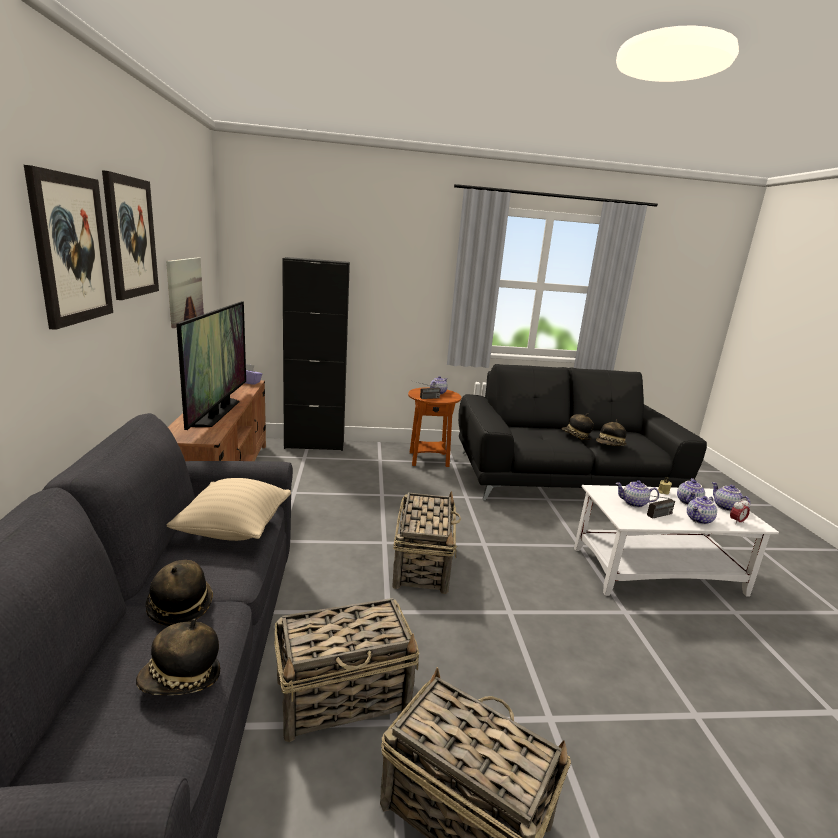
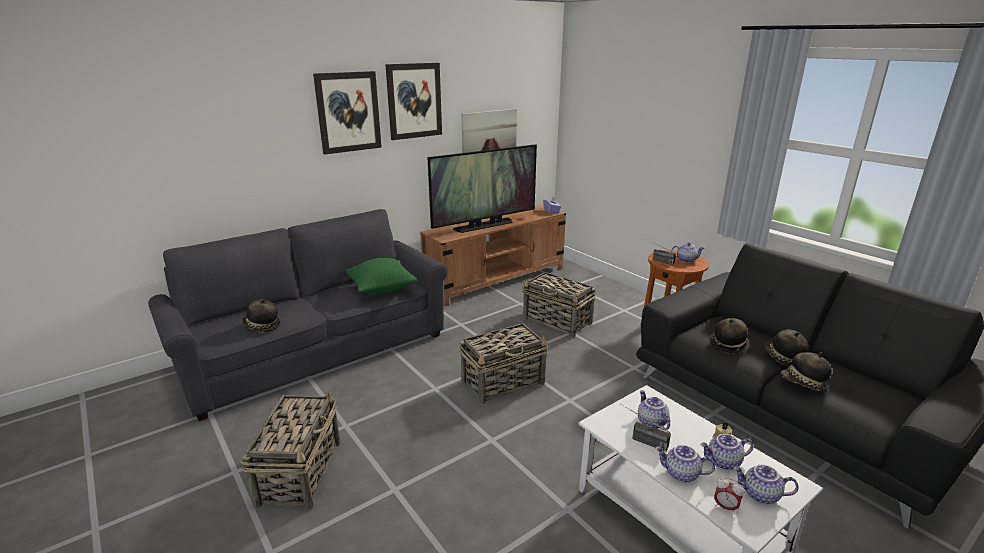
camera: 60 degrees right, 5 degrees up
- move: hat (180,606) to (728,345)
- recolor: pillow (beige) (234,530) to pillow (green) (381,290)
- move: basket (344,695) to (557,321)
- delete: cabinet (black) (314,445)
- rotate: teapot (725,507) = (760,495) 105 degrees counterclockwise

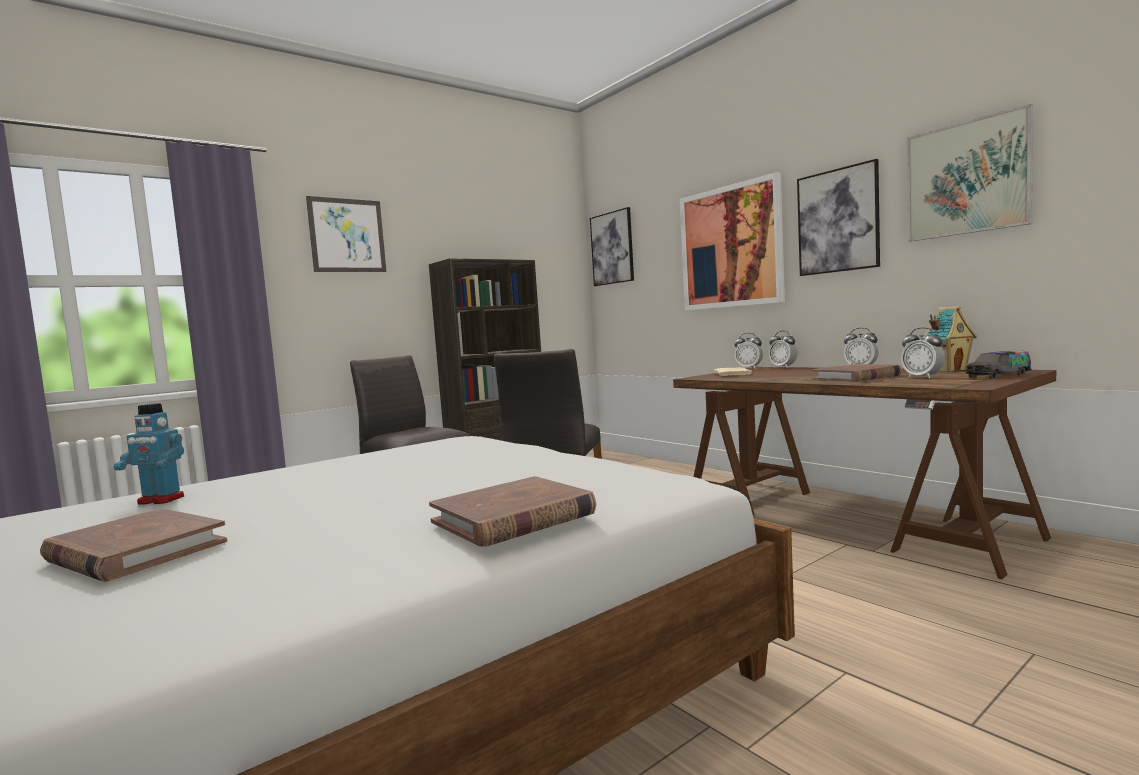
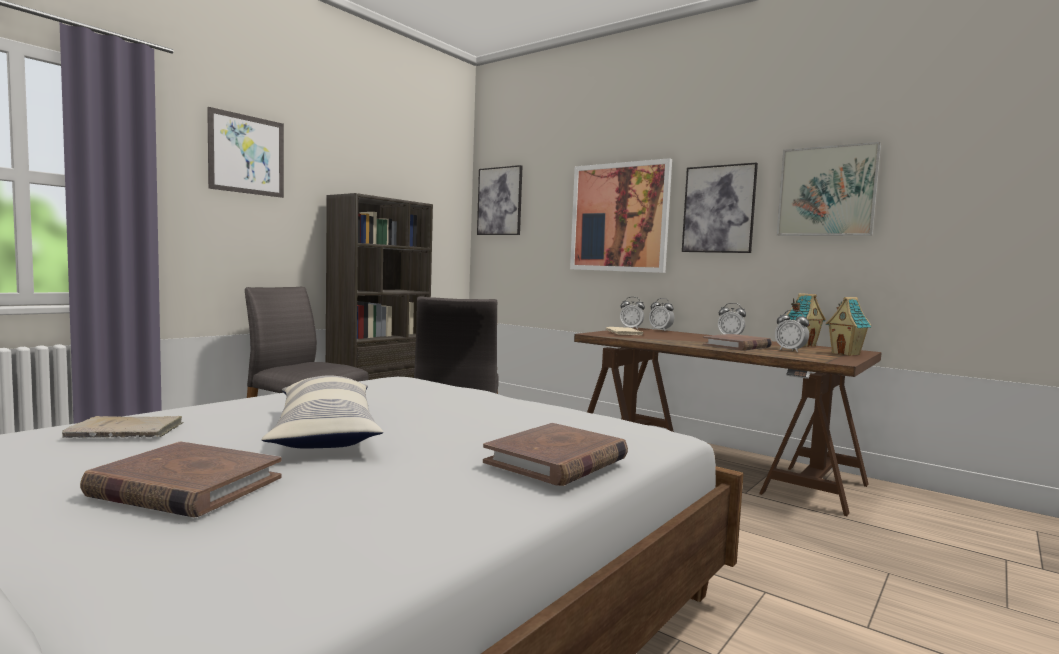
camera: 15 degrees left, 0 degrees up
- replace: toy robot (160,500) to book (beige) (129,431)
- replace: toy truck (998,376) to toy house (846,354)
- insert: pillow (325,432)

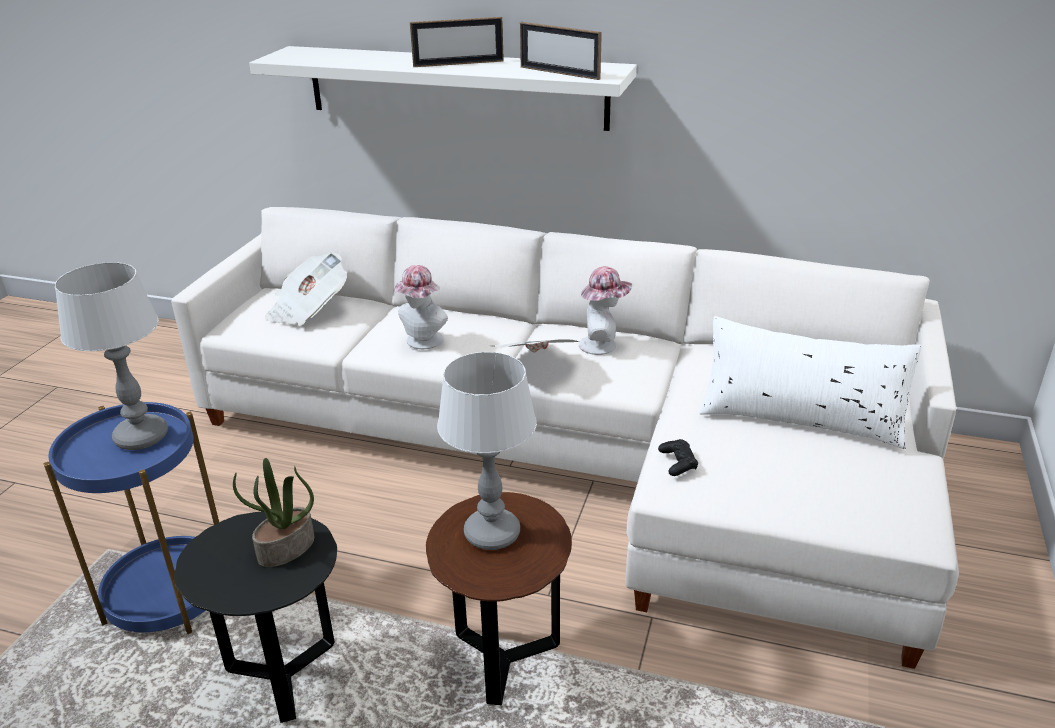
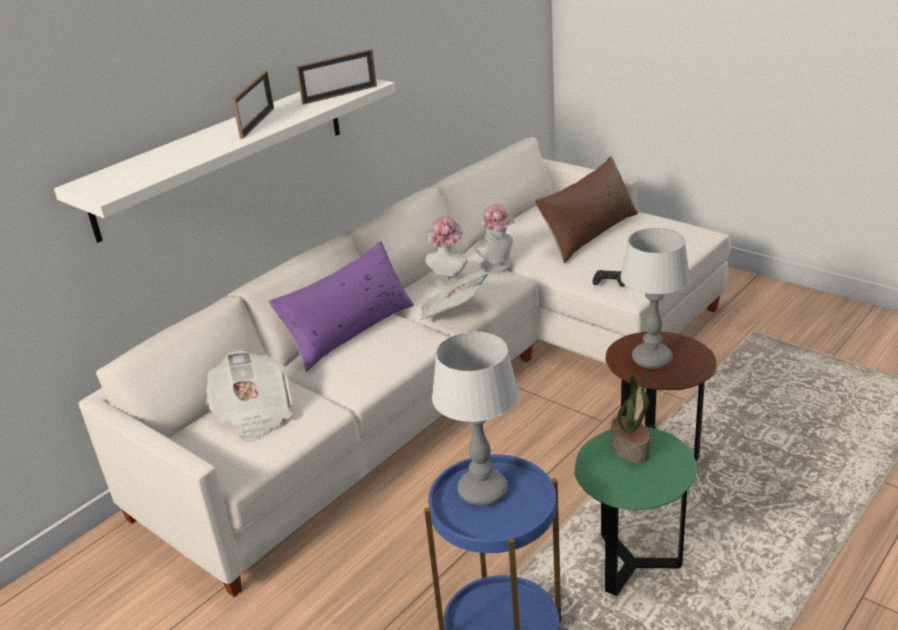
camera: 65 degrees left, 0 degrees up
- recolor: side table (black) (283,677) to side table (green) (632,565)
- move: hat (422,342) to (498,266)
- recolor: pillow (white) (800,417) to pillow (brown) (588,233)
- insert: pillow (purple) (349,331)

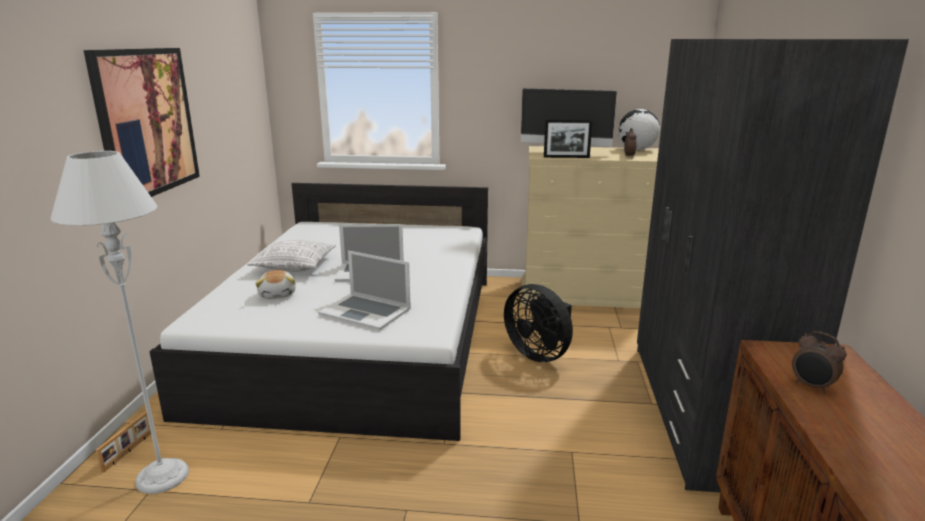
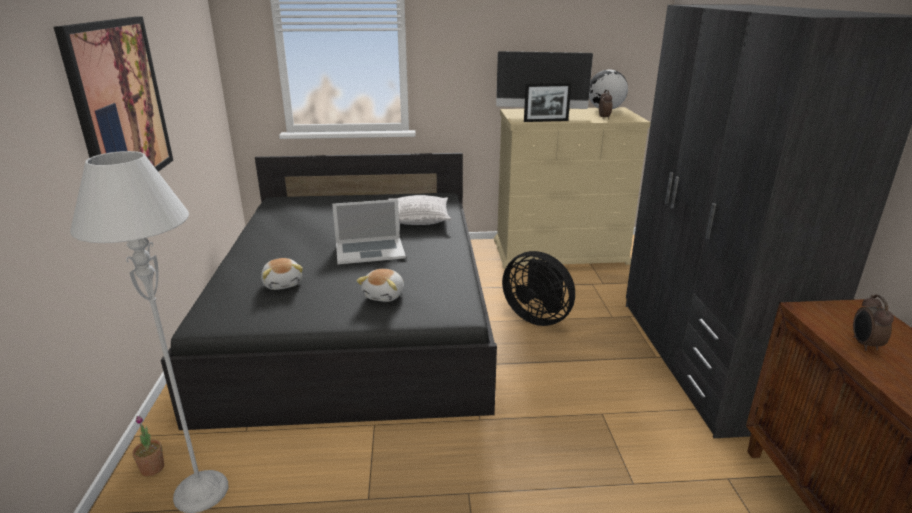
camera: 10 degrees left, 5 degrees up
- replace: picture frame (129,451) to potted plant (152,468)
- recolor: bed (white) (360,338) to bed (black) (356,316)
- move: pillow (295,266) to (418,220)
- replace: laptop (365,311) to plush toy (385,295)
- rotate: alarm clock (812,386) = (864,344) 60 degrees clockwise

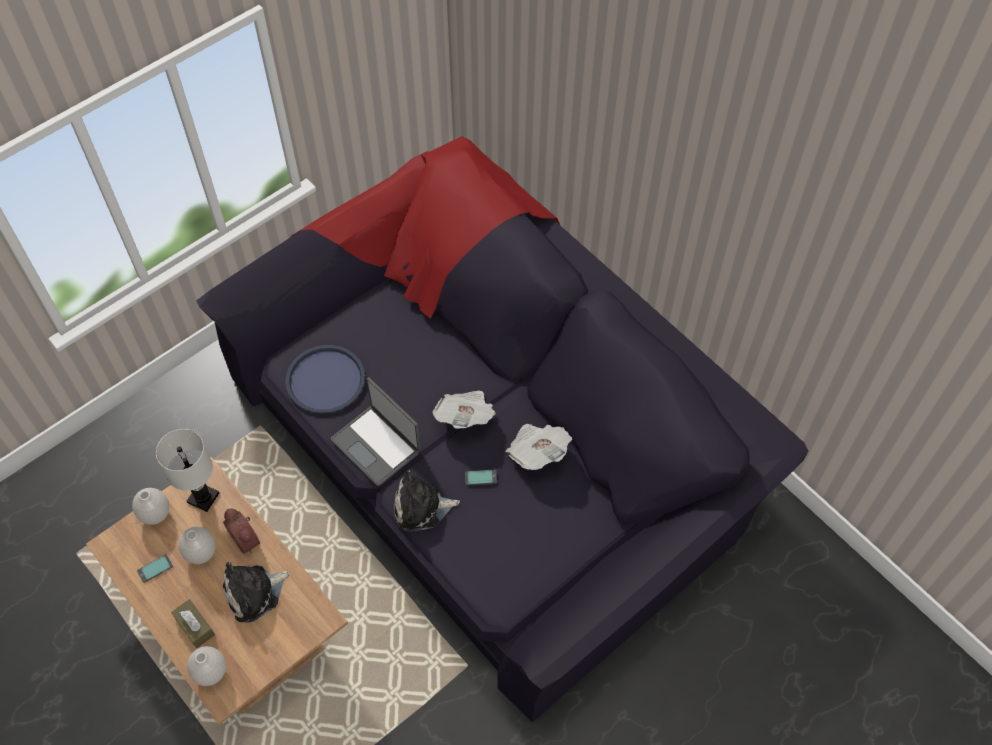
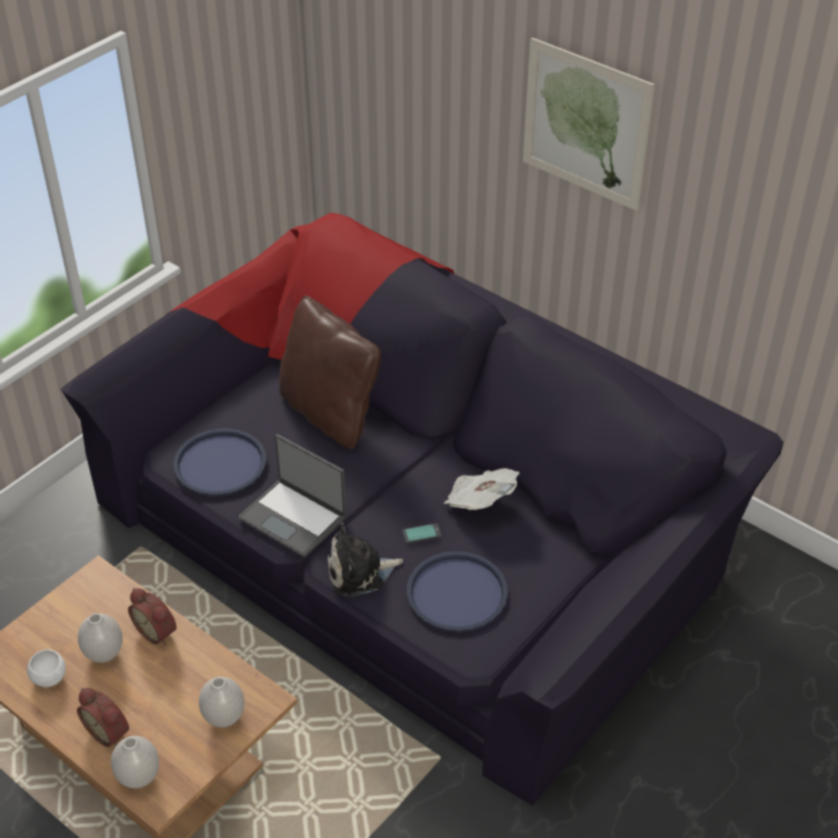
camera: 10 degrees left, 15 degrees down
- move: vase (white) (156,515) to (224,718)
- replace: phone (155,569) to bowl (white) (49,678)
- delete: table lamp (white) (202,498)
- replace: tissue box (brown) (195,626) to alarm clock (109,731)
- delete: plush toy (255,593)
- delete: newspaper (465,416)
- insert: pillow (brown) (330,413)
- insert: tray (blue) (457,593)
- insert: picture (586,124)

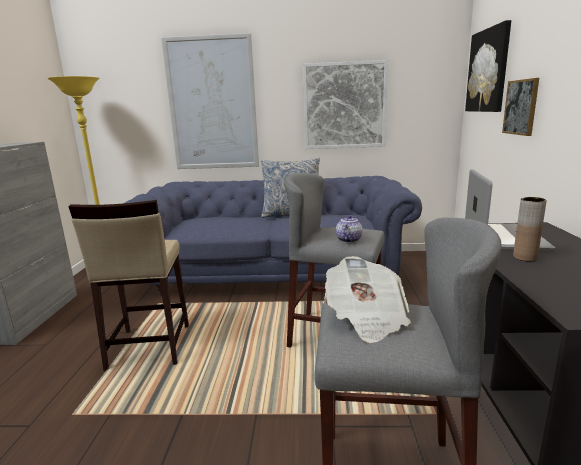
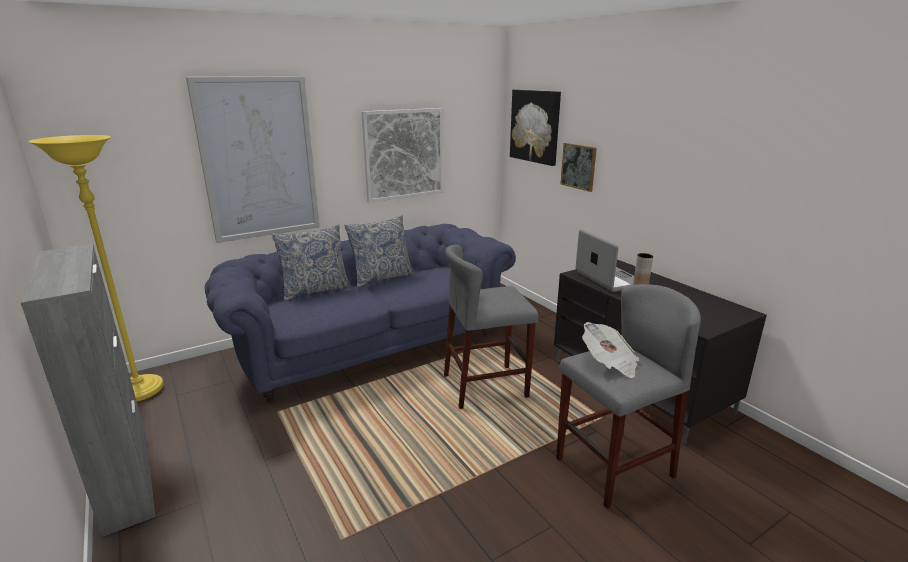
camera: 35 degrees left, 5 degrees up
- delete: stool (beige) (148,347)
- delete: teapot (348,239)
- insert: pillow (315,290)

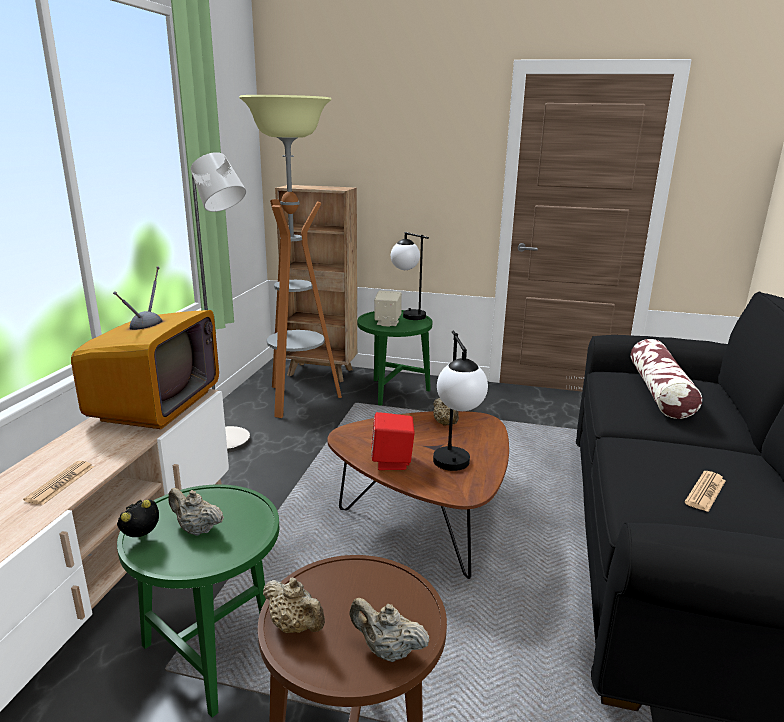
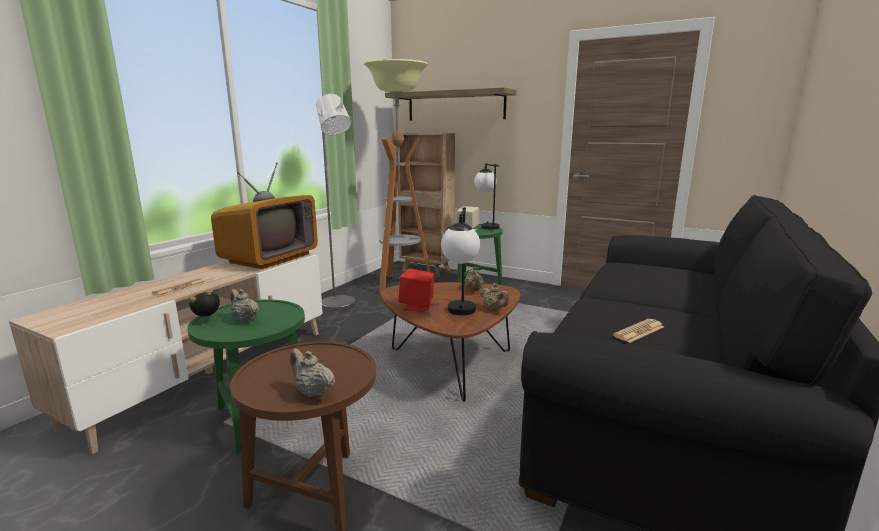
camera: 15 degrees right, 5 degrees down
- move: teapot (beige) (295,626) to (494,309)
- delete: pillow (660,392)
- insert: shelf (455,106)

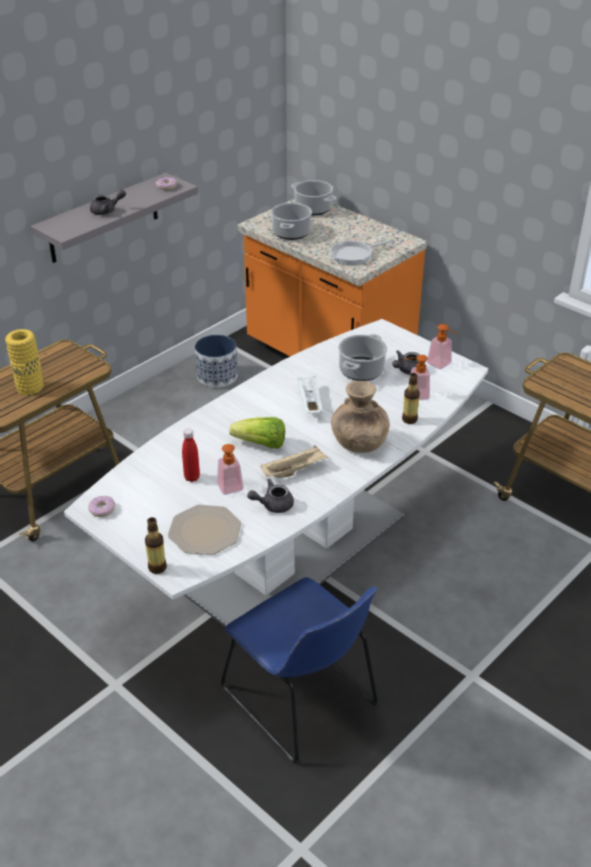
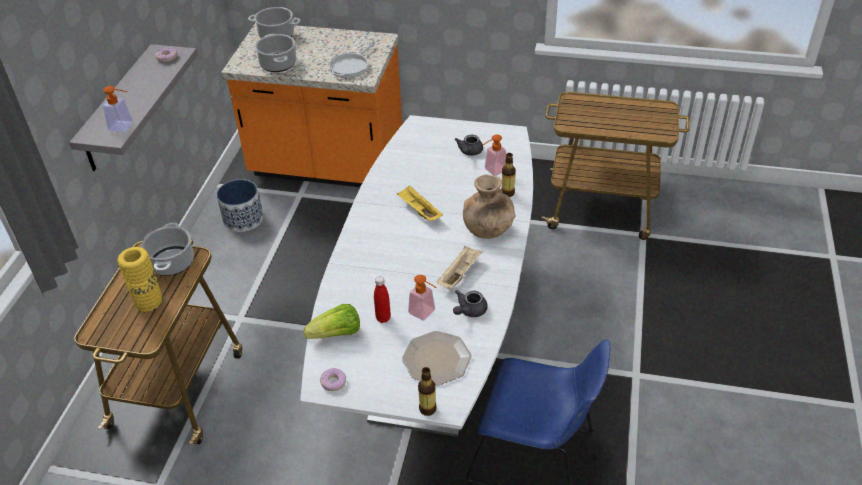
camera: 30 degrees left, 5 degrees up
- delete: teapot (grey) (107,211)
- move: lettuce (261,444) to (337,334)
- recolor: tray (white) (310,403) to tray (yellow) (419,211)
- move: cooking pot (361,370) to (171,262)
- move: soap dispenser (442,365) to (125,127)

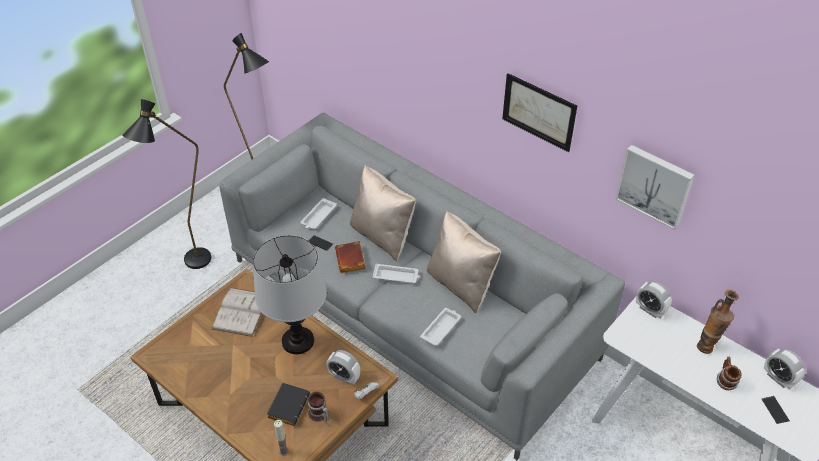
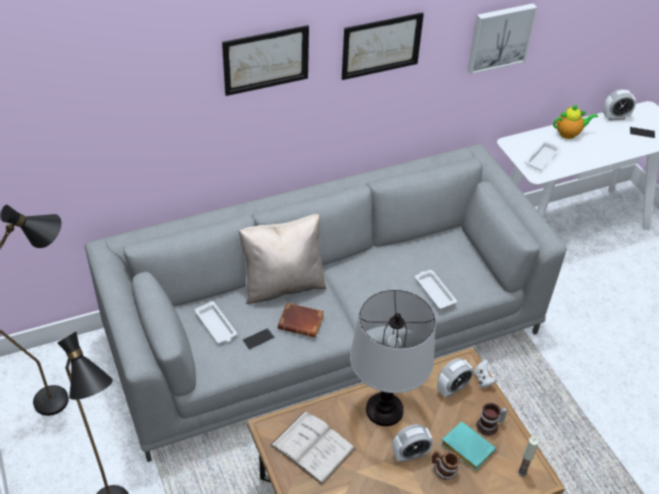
camera: 65 degrees left, 0 degrees up
- recolor: book (black) (288,405) to book (turquoise) (465,448)
- move: tray (white) (396,276) to (542,157)
- delete: pillow (beige) (461,284)
- move: alarm clock (650,310) to (410,454)
- replace: vase (708,345) to teapot (569,134)
- move: mug (725,382) to (443,471)
- insert: picture (266,60)

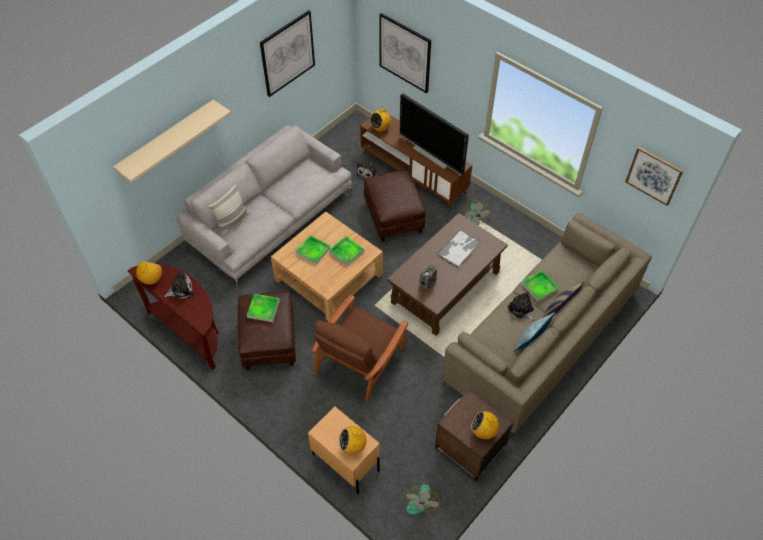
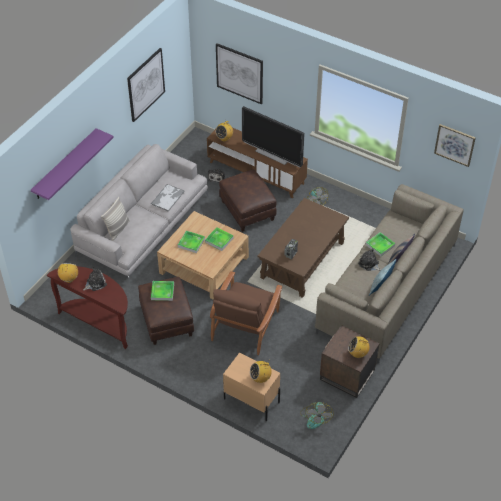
camera: 10 degrees left, 5 degrees down
- recolor: shelf (beige) (167,139) to shelf (purple) (65,164)
- move: tray (459,248) to (168,197)

